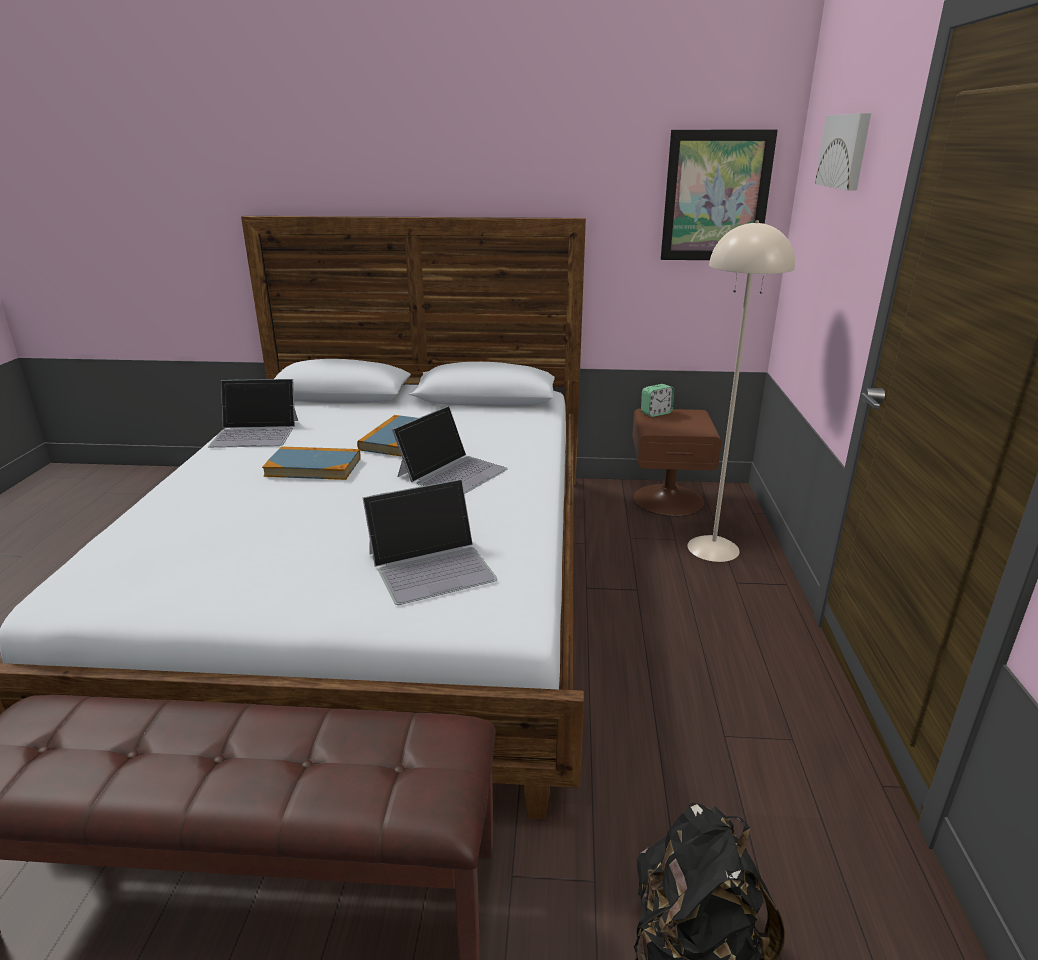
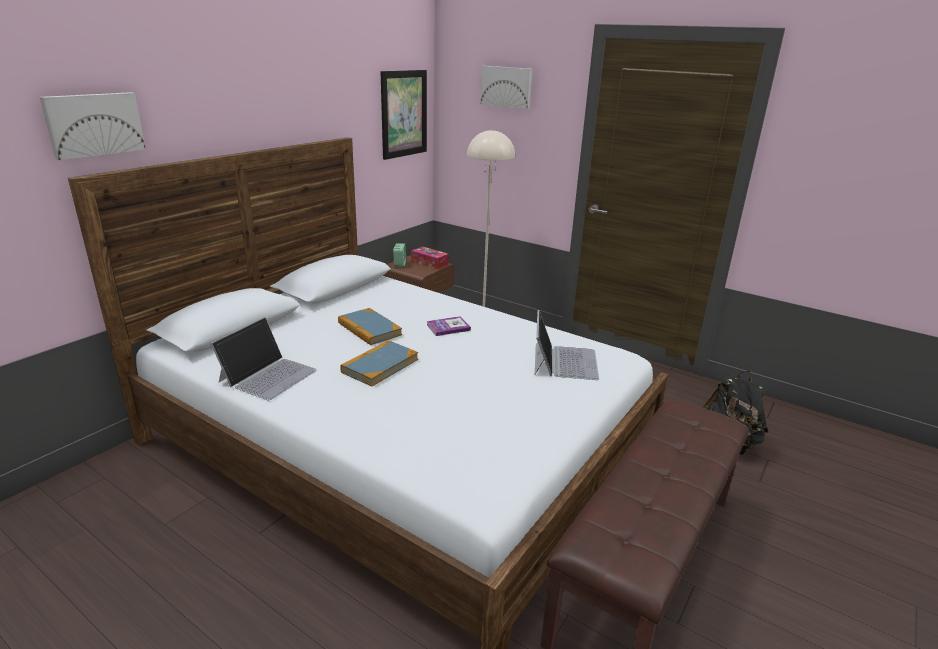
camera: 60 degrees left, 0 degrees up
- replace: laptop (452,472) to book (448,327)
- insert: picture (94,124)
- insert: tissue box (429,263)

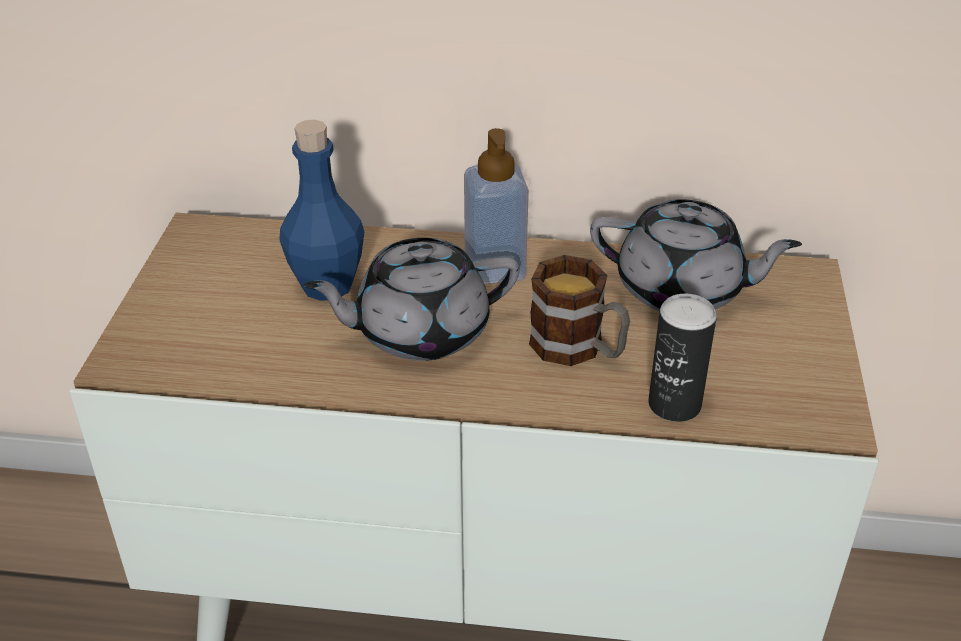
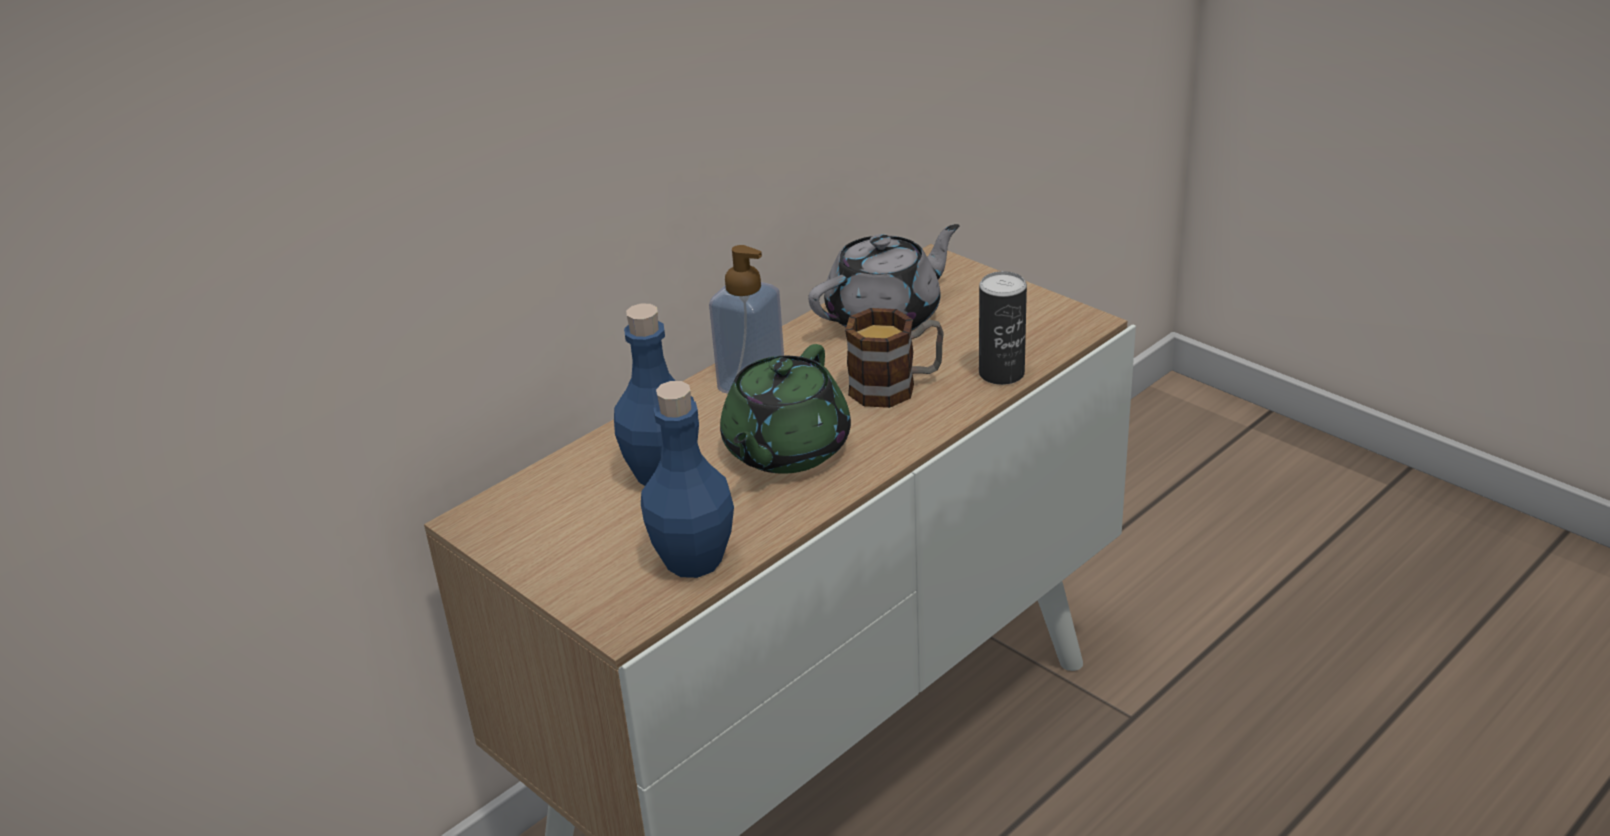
camera: 50 degrees left, 5 degrees down
- recolor: teapot (grey) (419,331) to teapot (green) (785,450)
- insert: bottle (blue) (693,560)

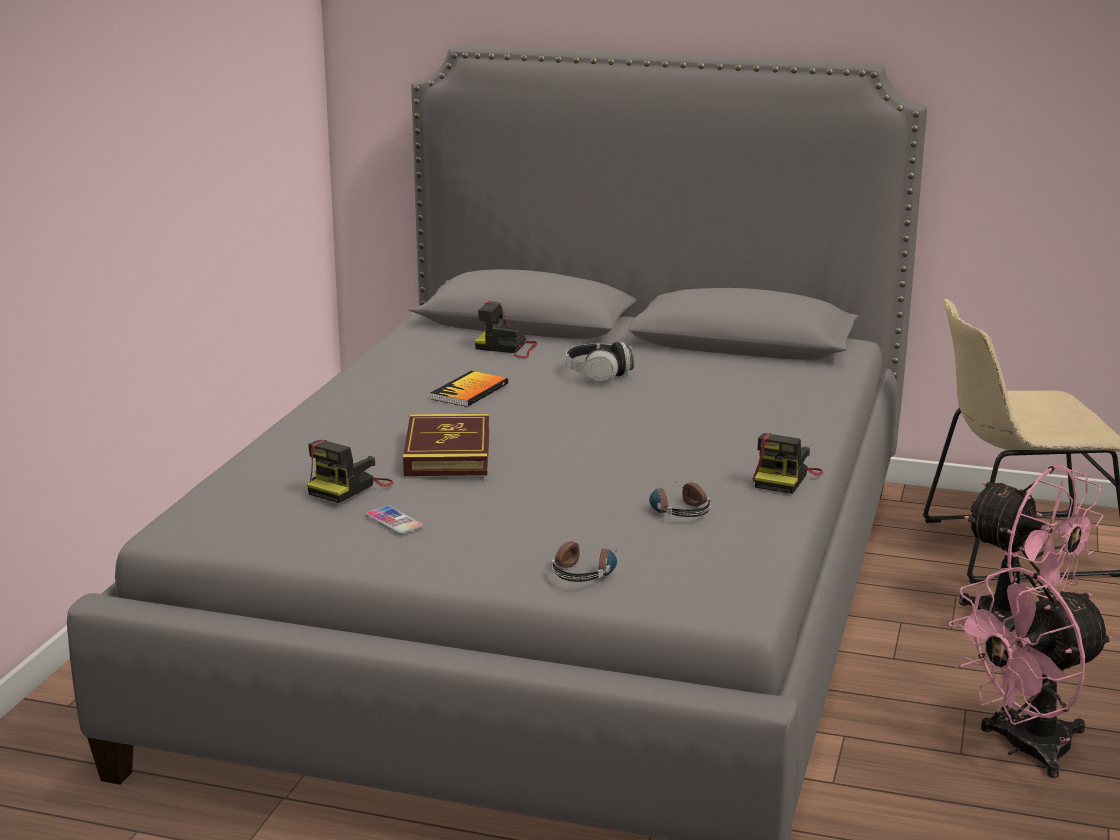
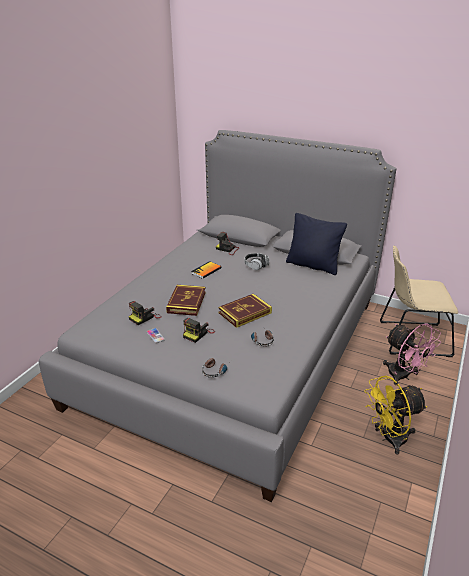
camera: 10 degrees right, 10 degrees up
- move: photo camera (785,478) to (198,333)
- recolor: fan (pink) (1024,749) to fan (yellow) (388,438)
- insert: book (245,313)
- insert: pillow (black) (313,265)

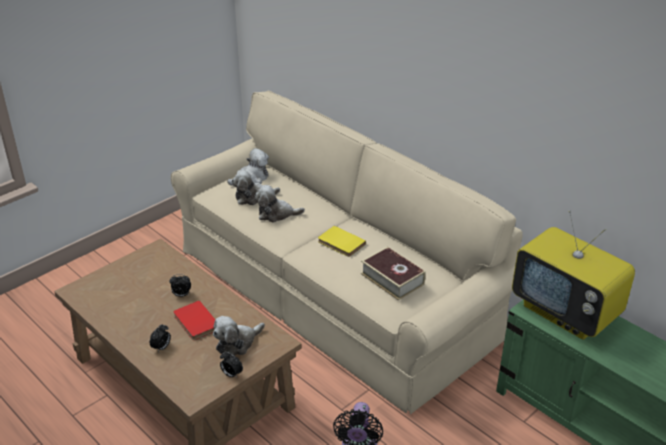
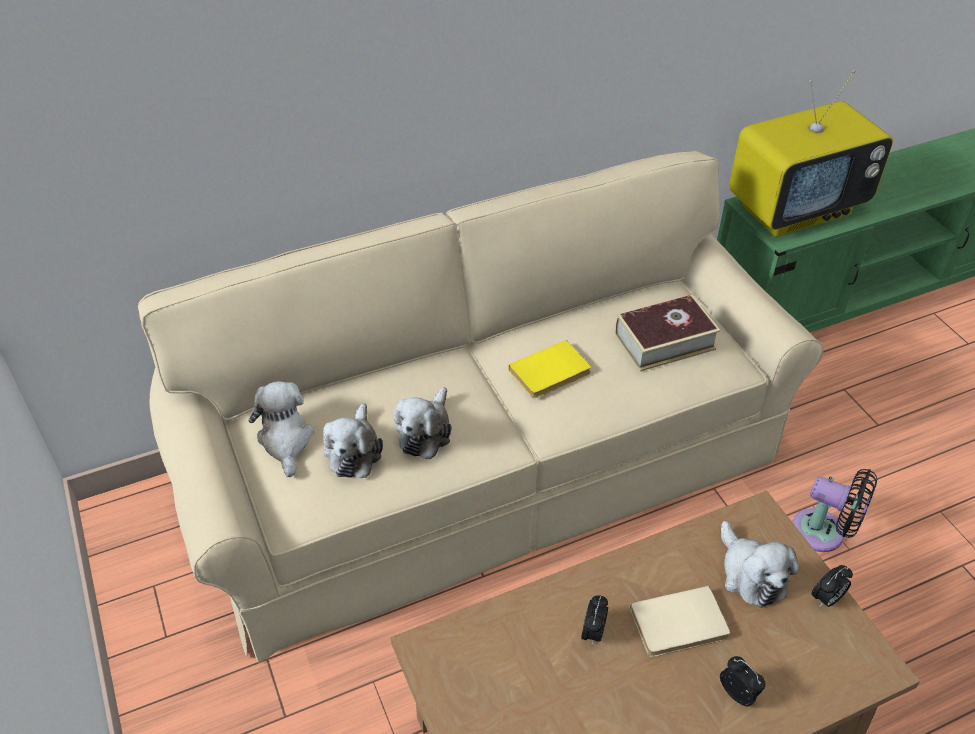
camera: 70 degrees left, 10 degrees up
- recolor: book (red) (195,322) to book (beige) (680,626)

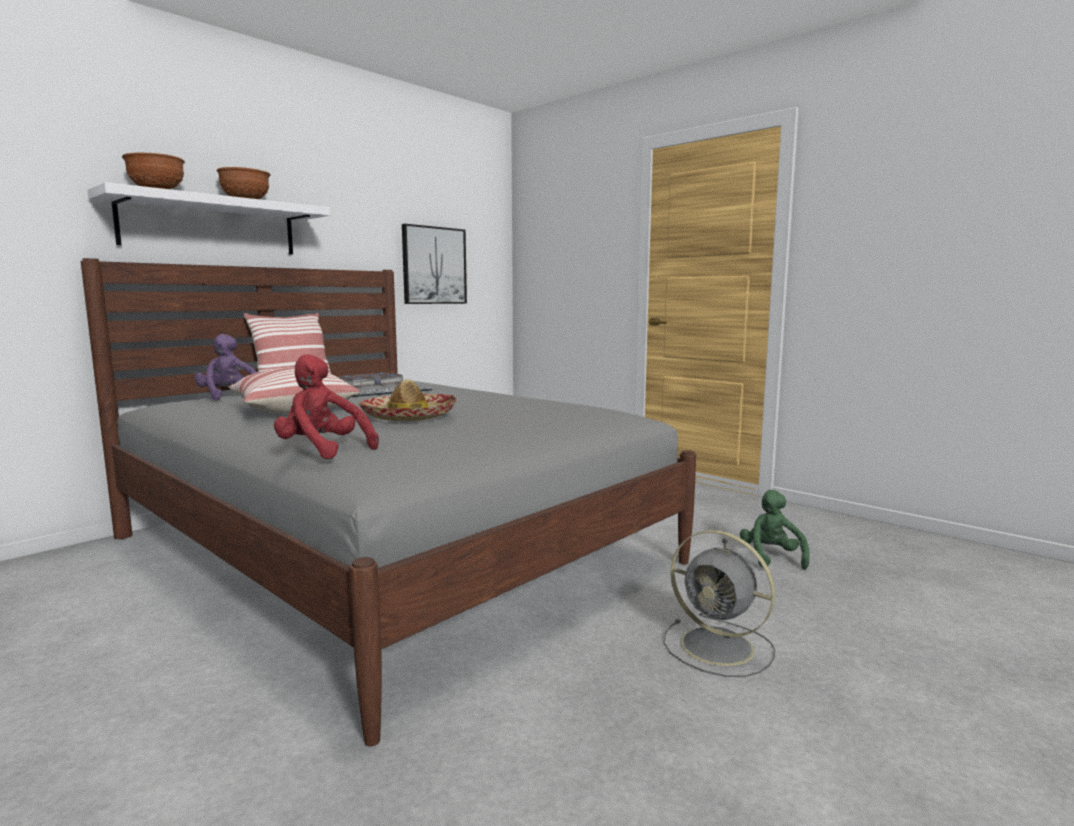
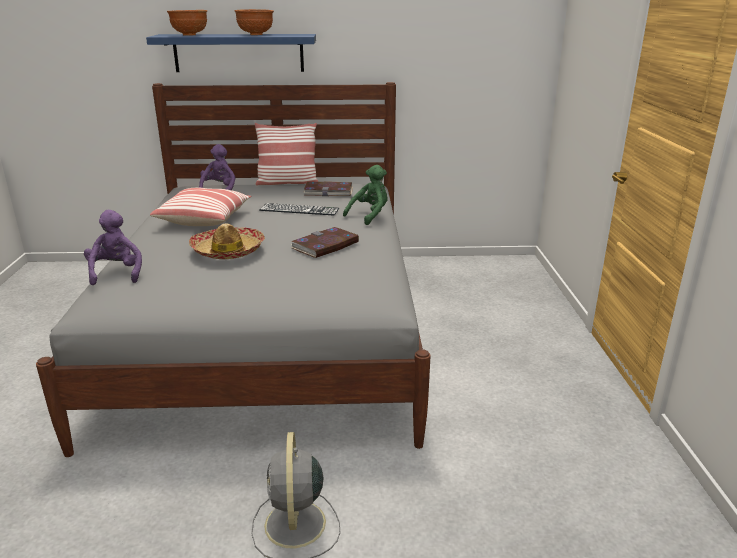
camera: 45 degrees right, 15 degrees up
- recolor: shelf (white) (210,226) to shelf (blue) (238,53)
- recolor: plush toy (red) (323,451) to plush toy (purple) (116,273)
- delete: picture (434,265)
- move: plush toy (green) (771,557) to (369,215)
- insert: book (325,245)

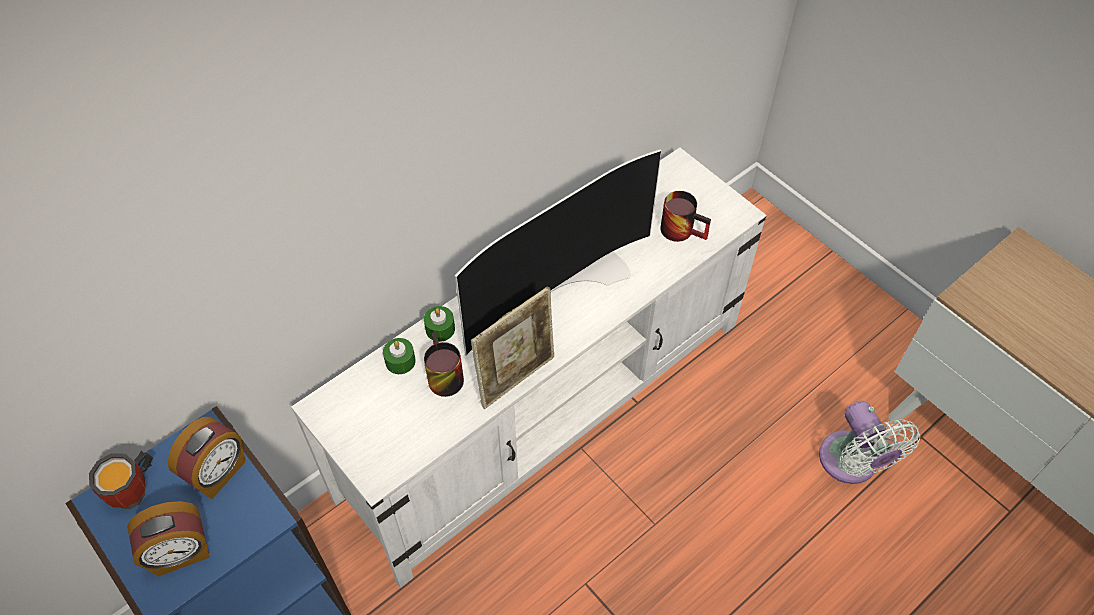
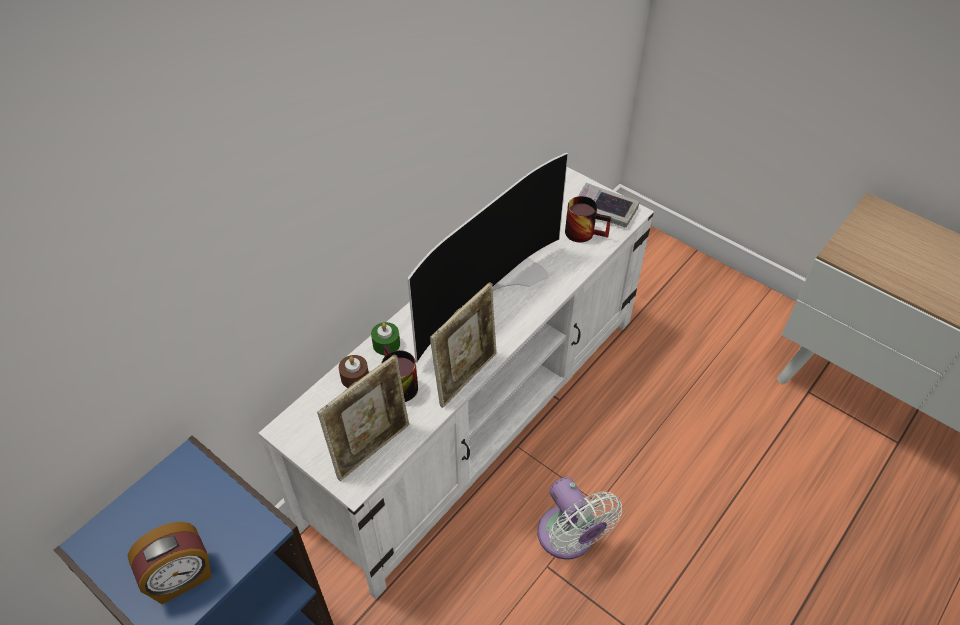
camera: 10 degrees left, 5 degrees down
- delete: mug (136,491)
- delete: alarm clock (218,473)
- recolor: candle (green) (400,361) to candle (brown) (355,377)
- move: fan (white) (851,463) to (569,538)
- insert: picture frame (372,448)
- insert: book (604,210)

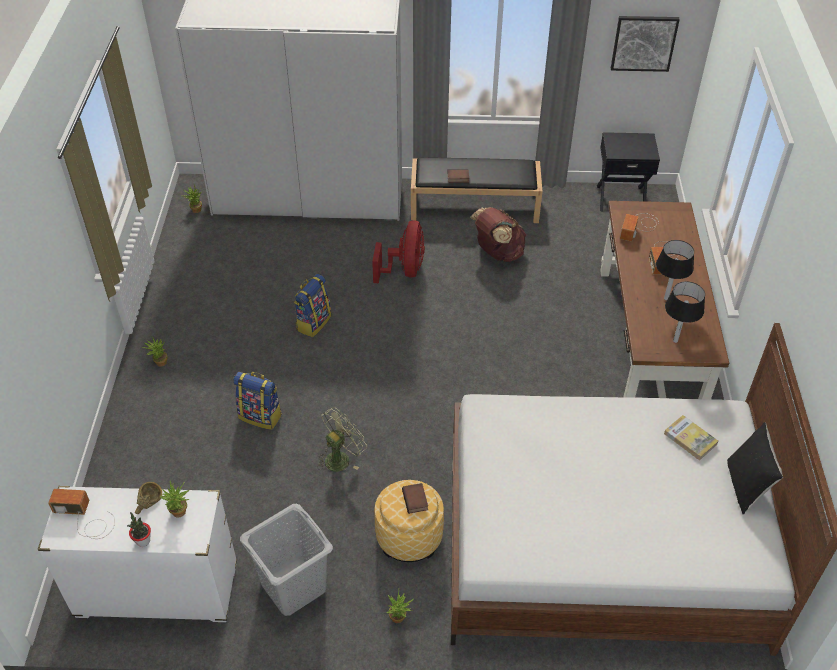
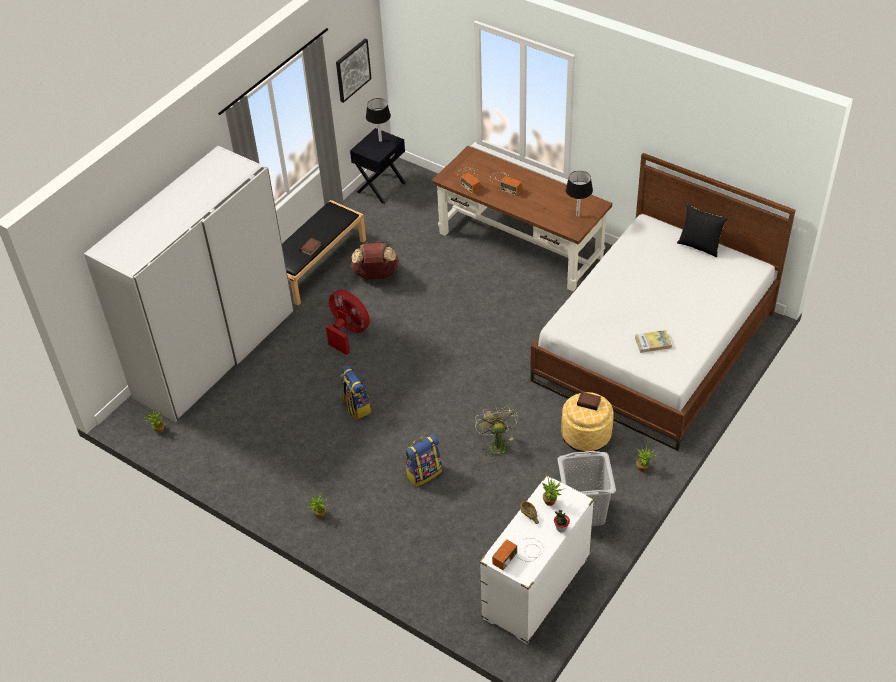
camera: 55 degrees left, 0 degrees up
- move: table lamp (black) (666,298) to (380,140)
- move: book (690,439) to (653,342)

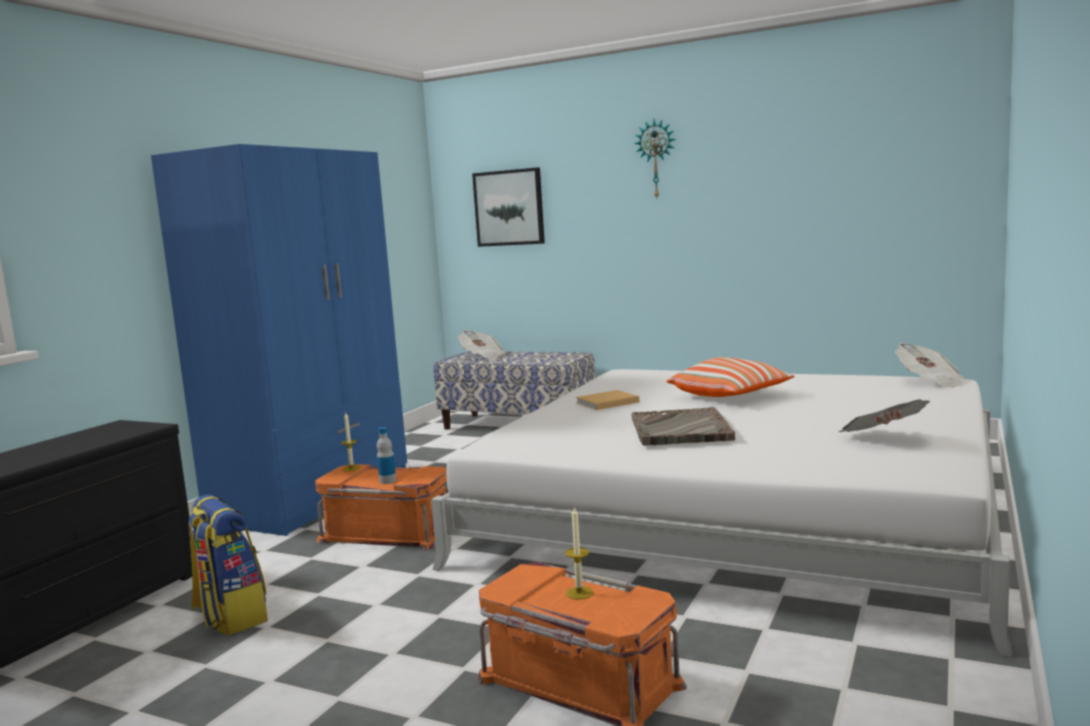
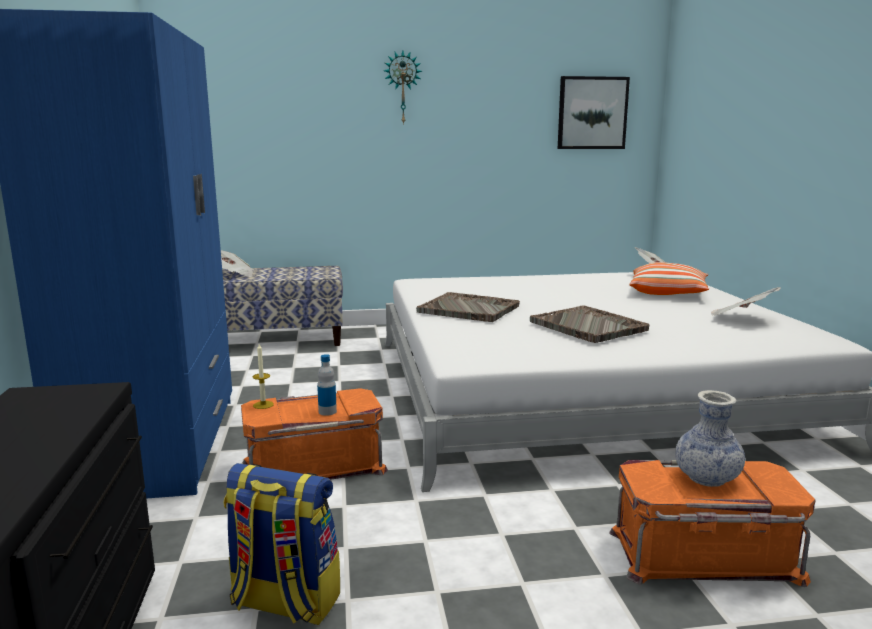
camera: 35 degrees left, 5 degrees up
- move: picture (509,208) to (592,113)
- replace: candle (579,593) to vase (706,478)
- replace: book (beige) (605,402) to tray (grey) (469,309)
- move: pillow (730,396) to (668,293)

